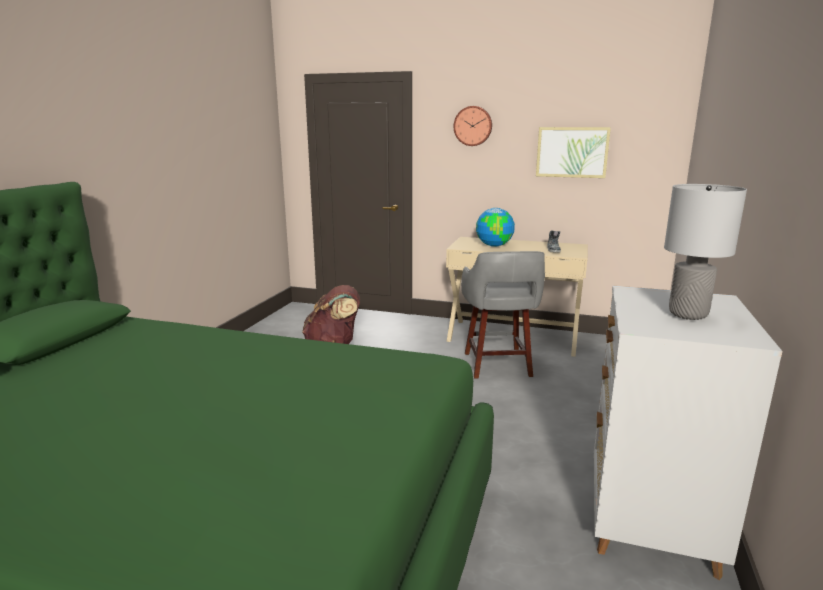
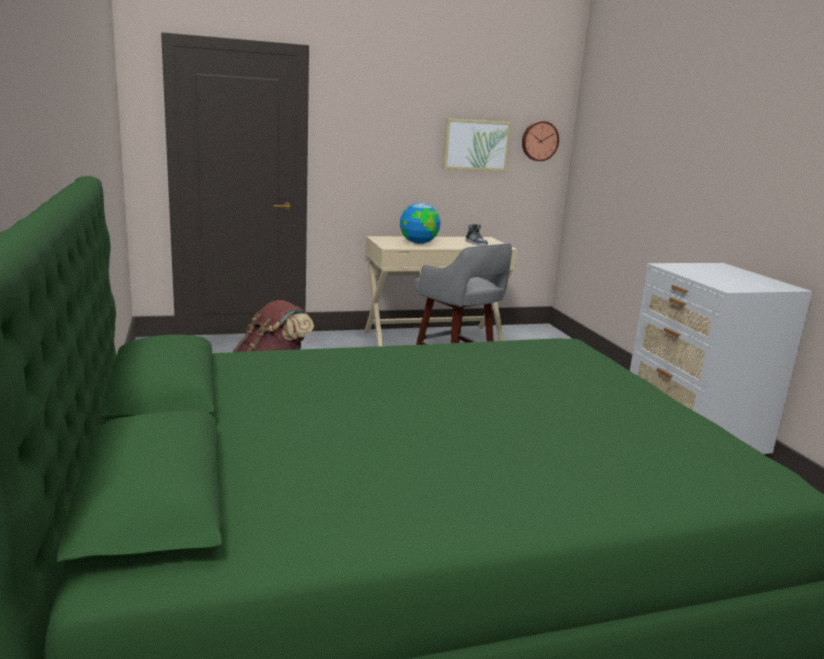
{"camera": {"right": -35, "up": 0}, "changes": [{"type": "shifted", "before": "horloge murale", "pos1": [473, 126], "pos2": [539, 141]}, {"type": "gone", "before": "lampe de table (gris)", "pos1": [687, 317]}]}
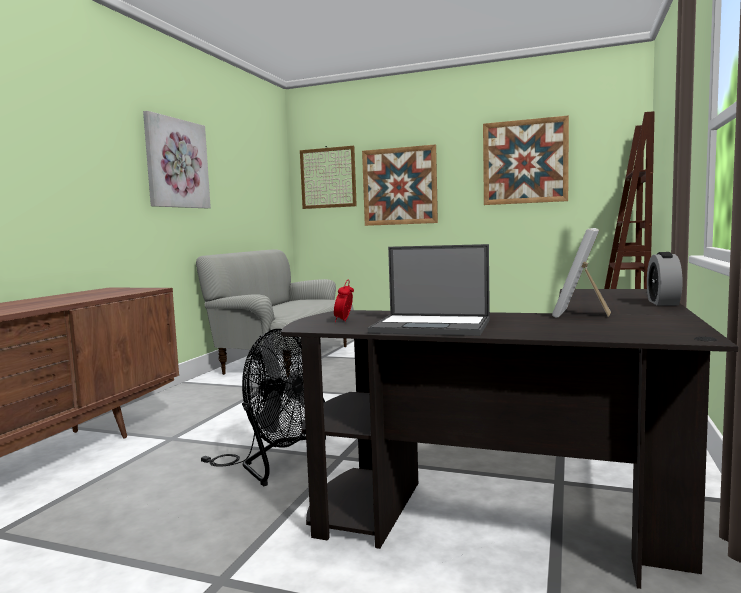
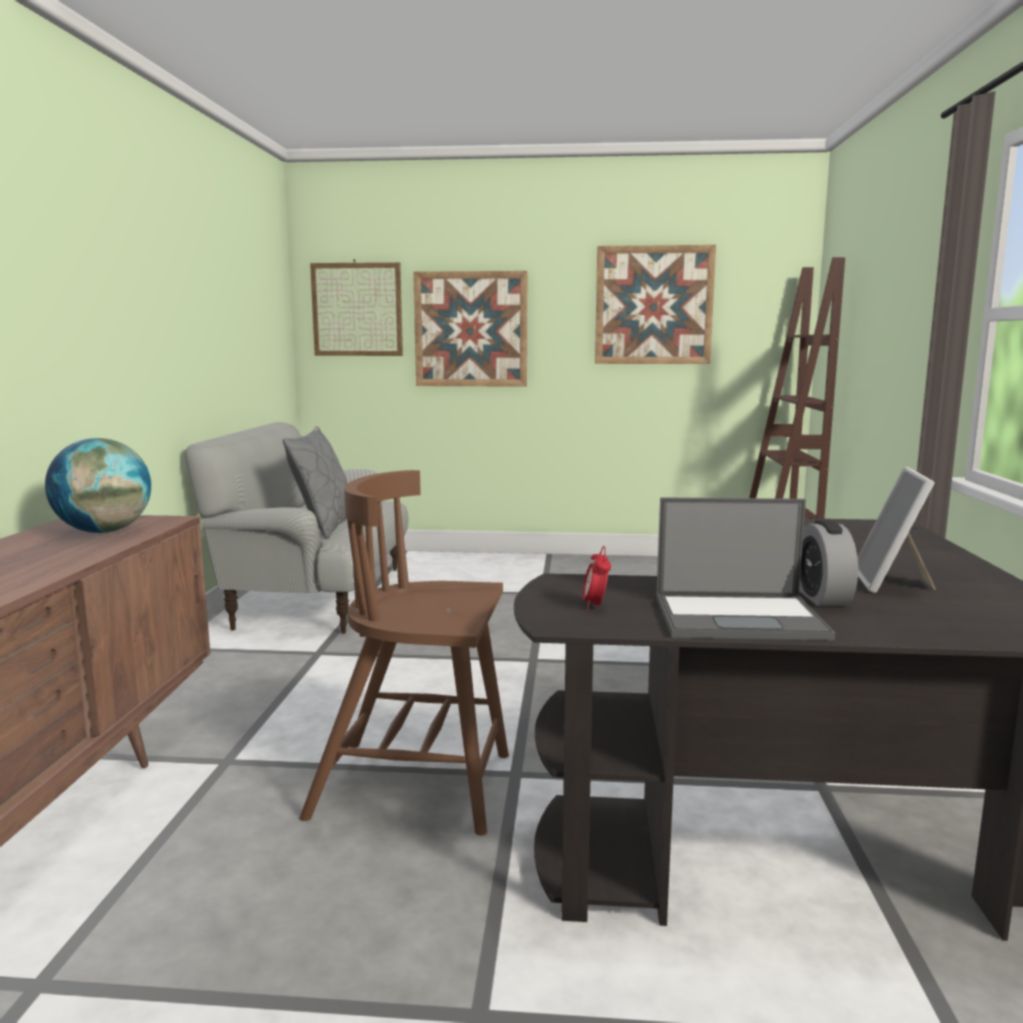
{"camera": {"right": -15, "up": 5}, "changes": [{"type": "gone", "before": "tableau", "pos1": [176, 163]}, {"type": "swapped", "before": "ventilateur (noir)", "after": "chaise (marron)", "pos1": [273, 458], "pos2": [417, 785]}, {"type": "shifted", "before": "réveil", "pos1": [663, 303], "pos2": [822, 597]}, {"type": "new", "after": "globe", "pos2": [104, 531]}, {"type": "new", "after": "coussin (gris)", "pos2": [324, 526]}]}
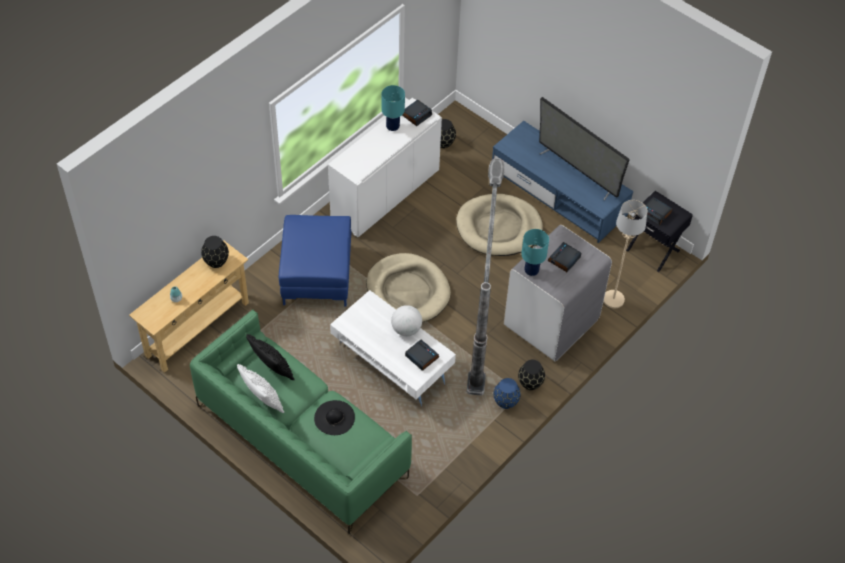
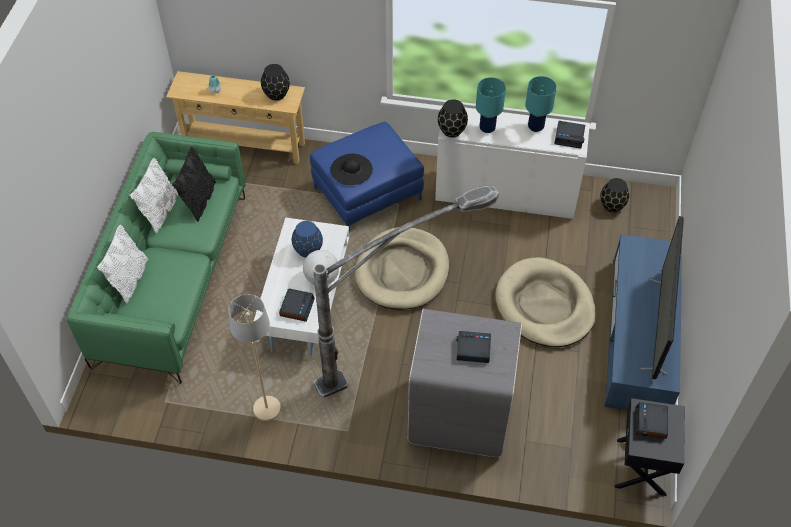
{"camera": {"right": 60, "up": 0}, "changes": [{"type": "shifted", "before": "chapeau (noir)", "pos1": [334, 417], "pos2": [351, 169]}, {"type": "shifted", "before": "vase (bleu)", "pos1": [505, 401], "pos2": [308, 250]}, {"type": "shifted", "before": "vase (noir)", "pos1": [530, 383], "pos2": [452, 131]}, {"type": "shifted", "before": "lampe de table (turquoise)", "pos1": [531, 271], "pos2": [487, 129]}, {"type": "shifted", "before": "lampadaire (beige)", "pos1": [613, 299], "pos2": [266, 409]}, {"type": "new", "after": "coussin (blanc)", "pos2": [130, 279]}]}
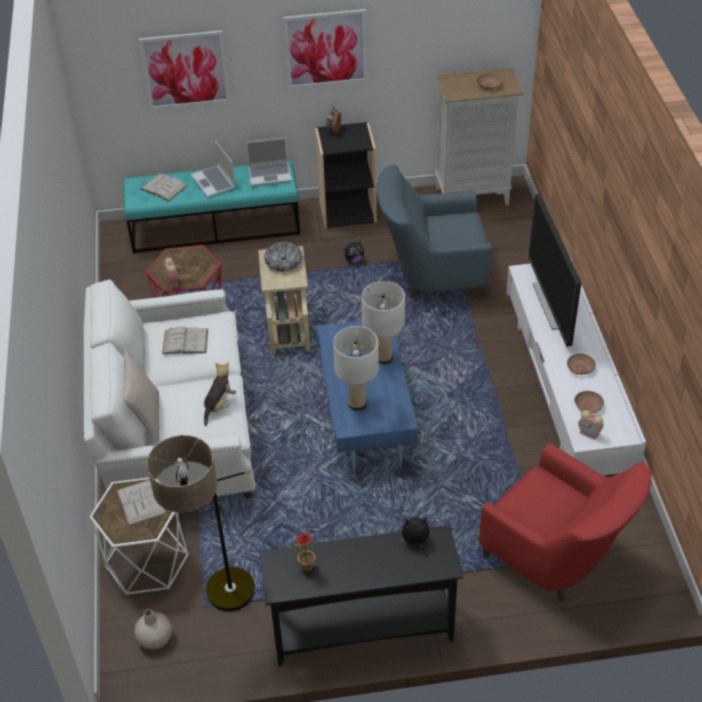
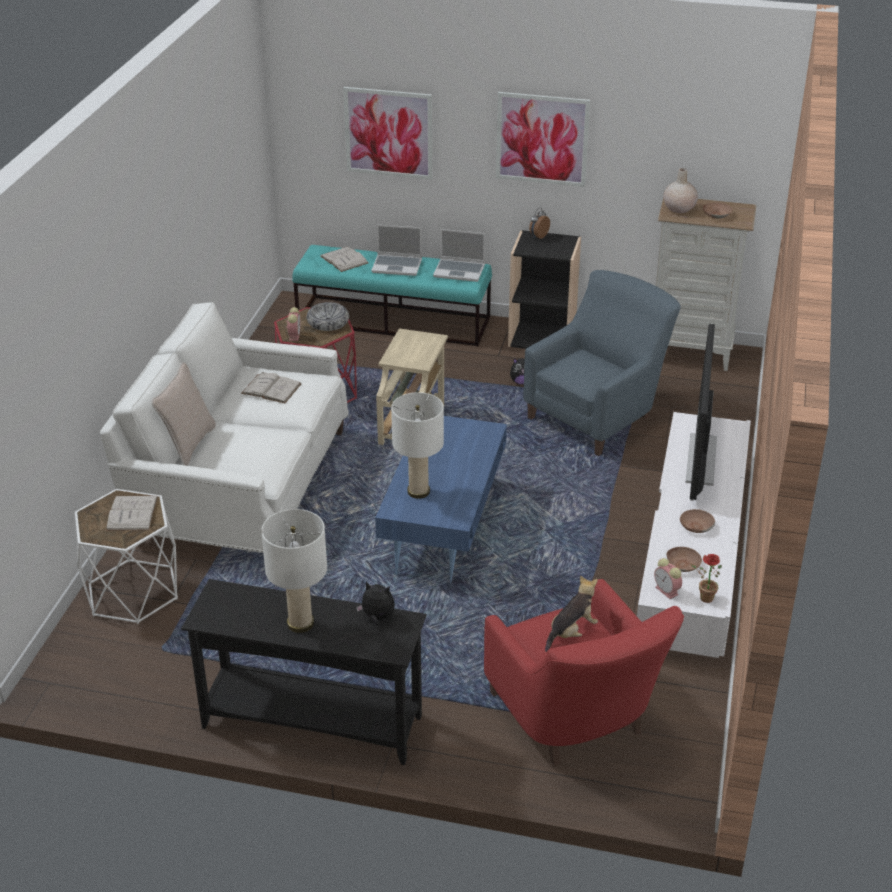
{"camera": {"right": 20, "up": -10}, "changes": [{"type": "shifted", "before": "vase (beige)", "pos1": [155, 638], "pos2": [678, 208]}, {"type": "gone", "before": "lampadaire", "pos1": [219, 605]}, {"type": "rotated", "before": "ordinateur portable", "pos1": [214, 182], "pos2": [397, 266], "turn": -75}, {"type": "shifted", "before": "peluche", "pos1": [219, 405], "pos2": [571, 632]}, {"type": "shifted", "before": "bol", "pos1": [283, 261], "pos2": [328, 322]}, {"type": "shifted", "before": "plante en pot", "pos1": [304, 567], "pos2": [703, 598]}, {"type": "shifted", "before": "lampe de table (blanc)", "pos1": [384, 357], "pos2": [301, 623]}, {"type": "rotated", "before": "fauteuil (bleu)", "pos1": [431, 275], "pos2": [598, 415], "turn": 120}]}
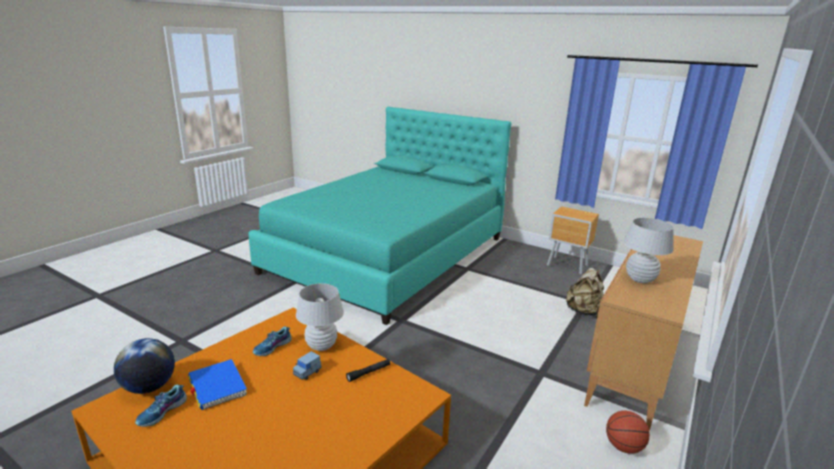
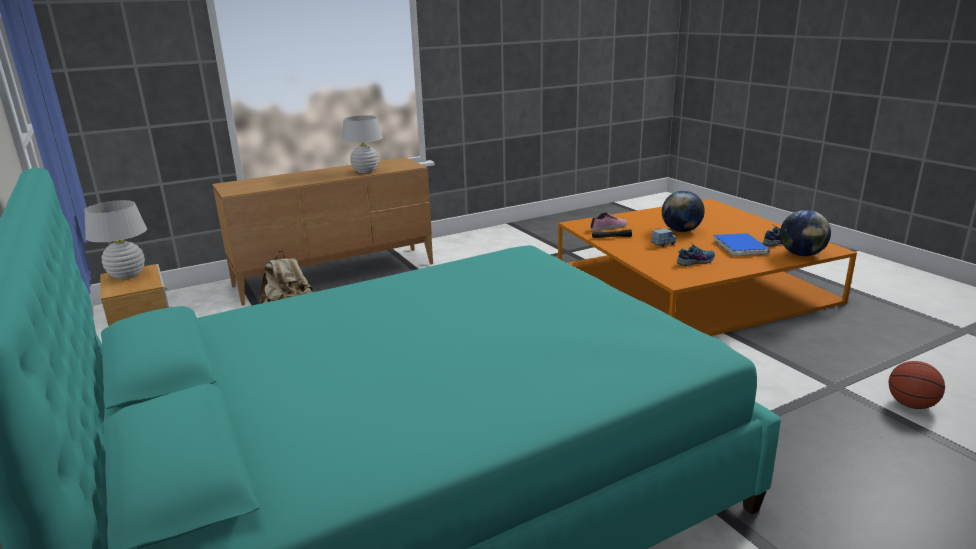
{"camera": {"right": -150, "up": 0}, "changes": [{"type": "shifted", "before": "lampe de table (blanc)", "pos1": [321, 346], "pos2": [127, 275]}, {"type": "shifted", "before": "ballon de basket", "pos1": [623, 447], "pos2": [911, 405]}, {"type": "new", "after": "chaussure", "pos2": [609, 227]}, {"type": "new", "after": "globe", "pos2": [681, 231]}]}
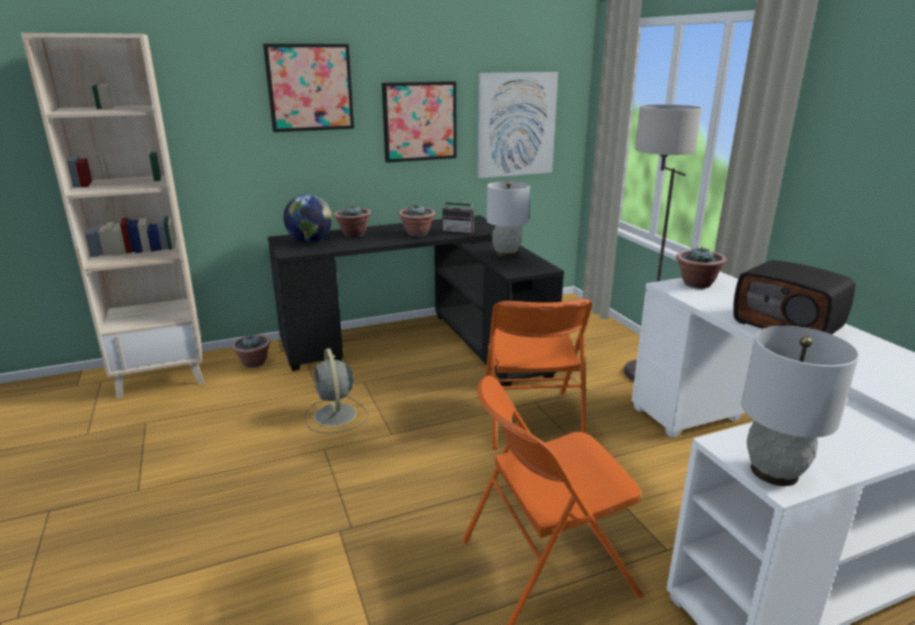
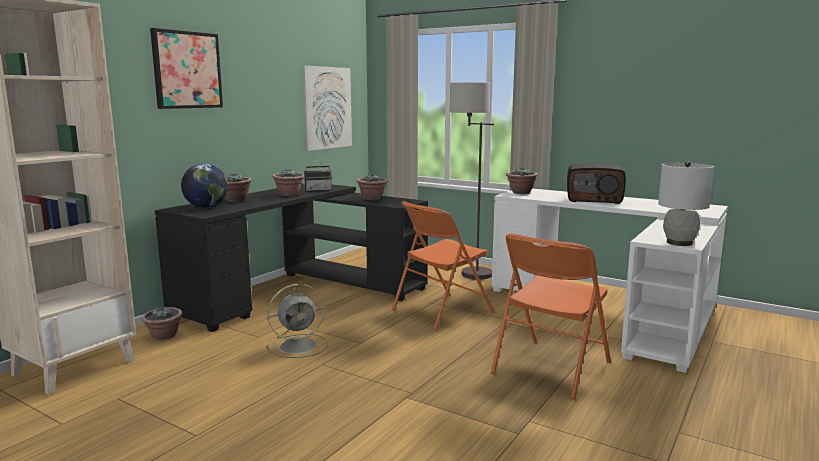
{"camera": {"right": -35, "up": -10}, "changes": [{"type": "rotated", "before": "ventilateur (gris)", "pos1": [335, 416], "pos2": [300, 346], "turn": -60}, {"type": "gone", "before": "tableau", "pos1": [419, 121]}, {"type": "rotated", "before": "chaise (orange)", "pos1": [530, 419], "pos2": [442, 311], "turn": 90}, {"type": "swapped", "before": "lampe de table (blanc)", "after": "plante en pot", "pos1": [506, 254], "pos2": [372, 198]}]}
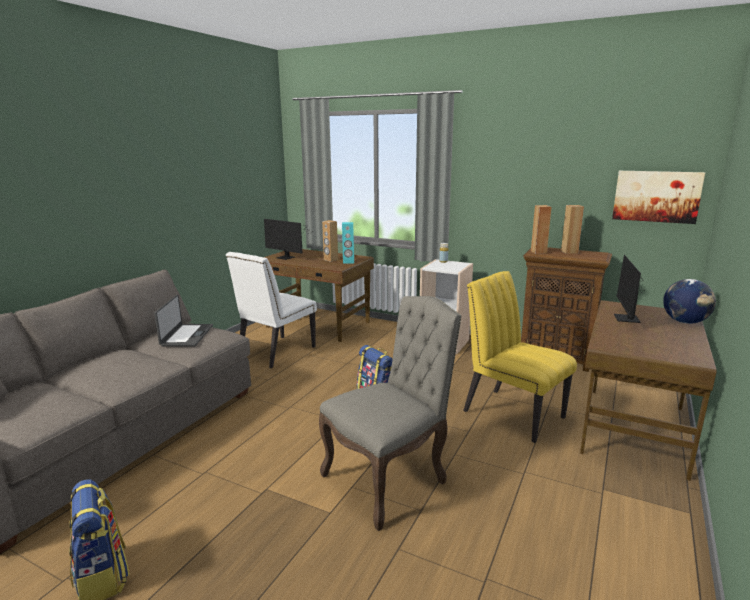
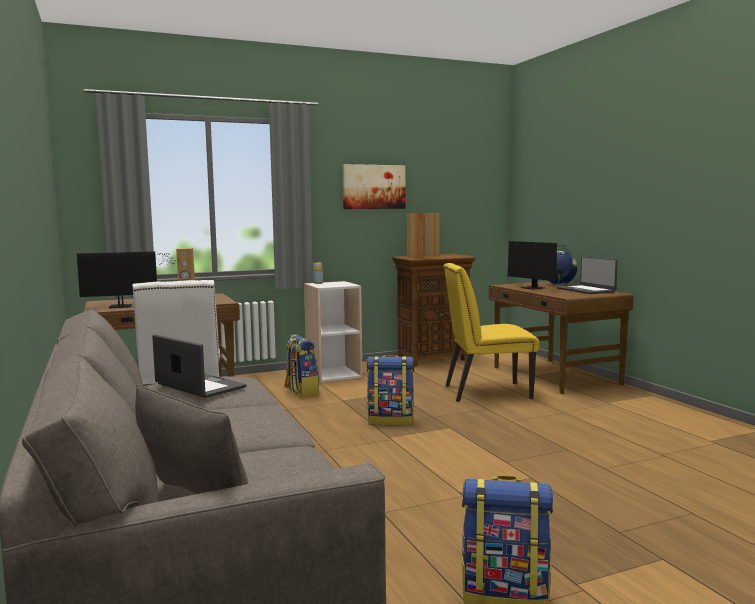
{"camera": {"right": -50, "up": -10}, "changes": [{"type": "gone", "before": "chaise (gris)", "pos1": [388, 480]}, {"type": "gone", "before": "enceinte (turquoise)", "pos1": [348, 262]}, {"type": "shifted", "before": "tableau", "pos1": [656, 196], "pos2": [373, 187]}, {"type": "new", "after": "sac à dos", "pos2": [301, 392]}, {"type": "new", "after": "ordinateur portable", "pos2": [586, 290]}]}
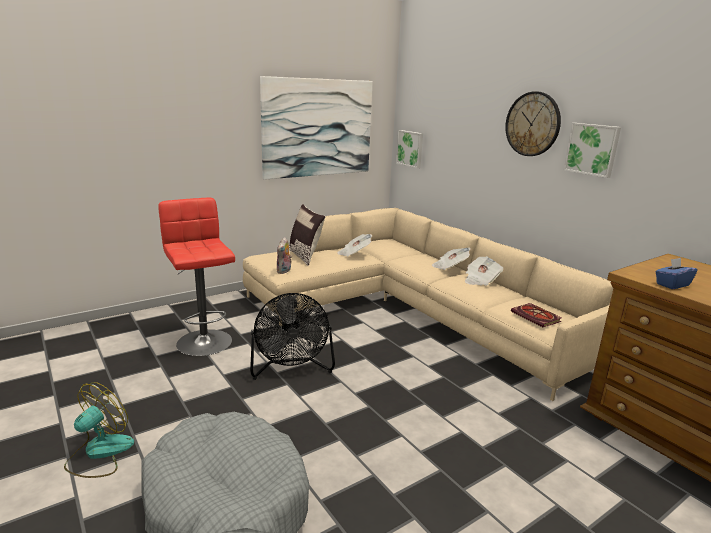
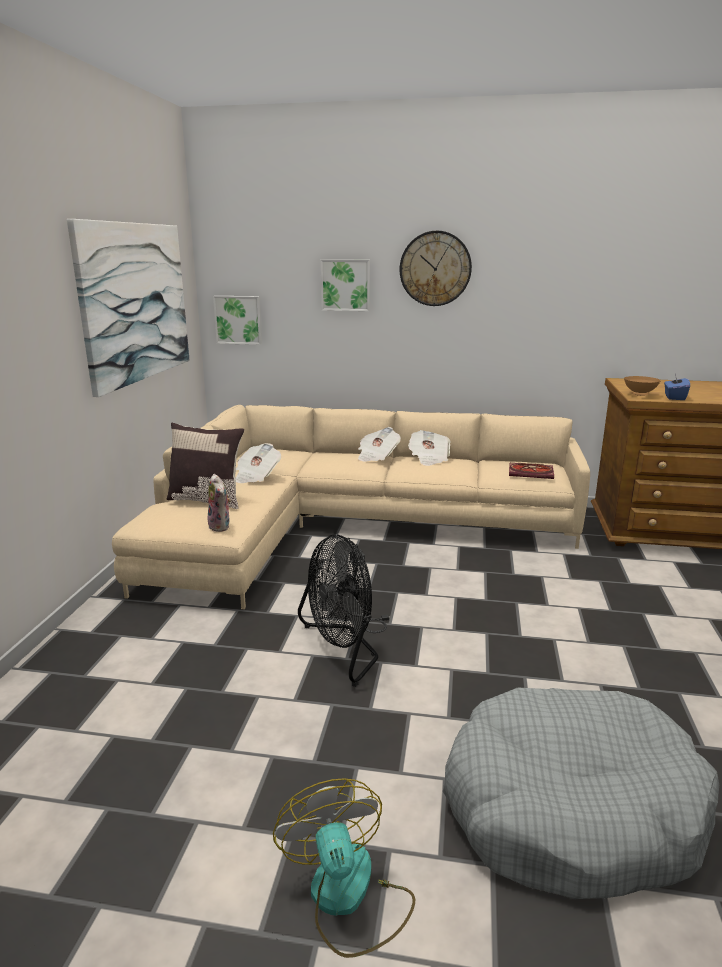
{"camera": {"right": -45, "up": 0}, "changes": [{"type": "gone", "before": "tabouret (rouge)", "pos1": [205, 342]}, {"type": "rotated", "before": "ventilateur (noir)", "pos1": [288, 367], "pos2": [347, 645], "turn": 120}, {"type": "shifted", "before": "tableau", "pos1": [592, 149], "pos2": [346, 285]}, {"type": "new", "after": "bol (marron)", "pos2": [640, 395]}]}
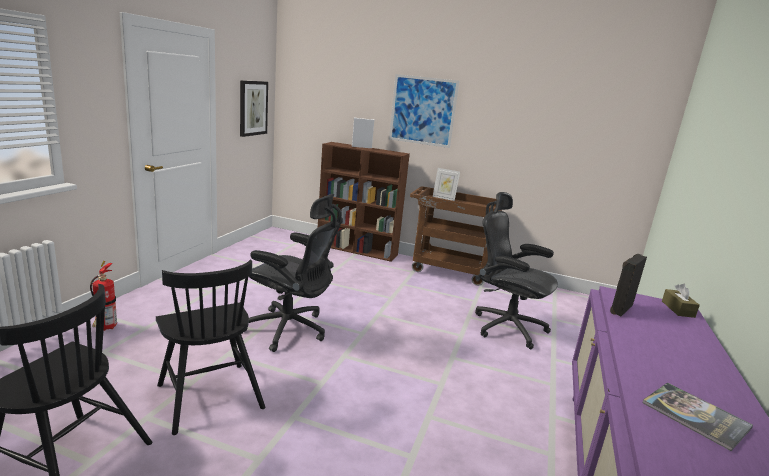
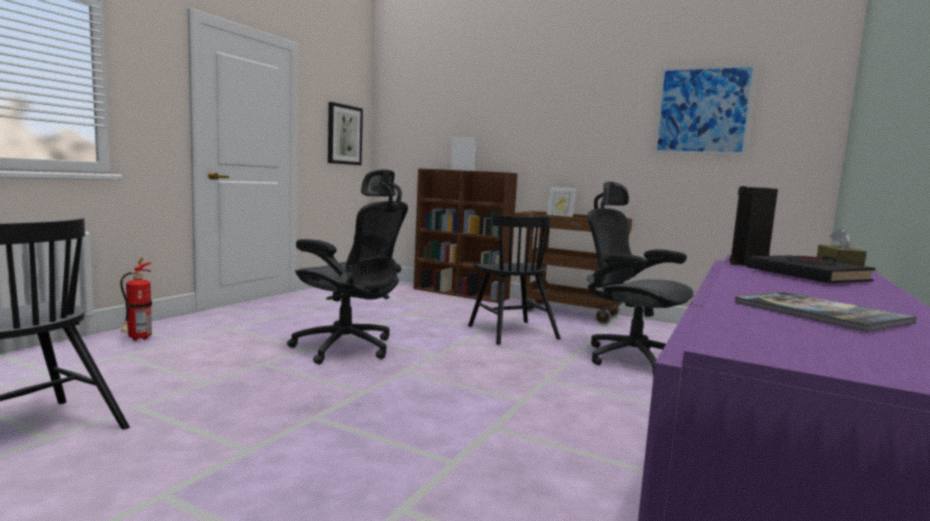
{"camera": {"right": 10, "up": -10}, "changes": [{"type": "shifted", "before": "chaise (noir)", "pos1": [208, 392], "pos2": [510, 331]}, {"type": "shifted", "before": "tableau", "pos1": [423, 111], "pos2": [702, 110]}, {"type": "new", "after": "livre (noir)", "pos2": [807, 276]}]}
